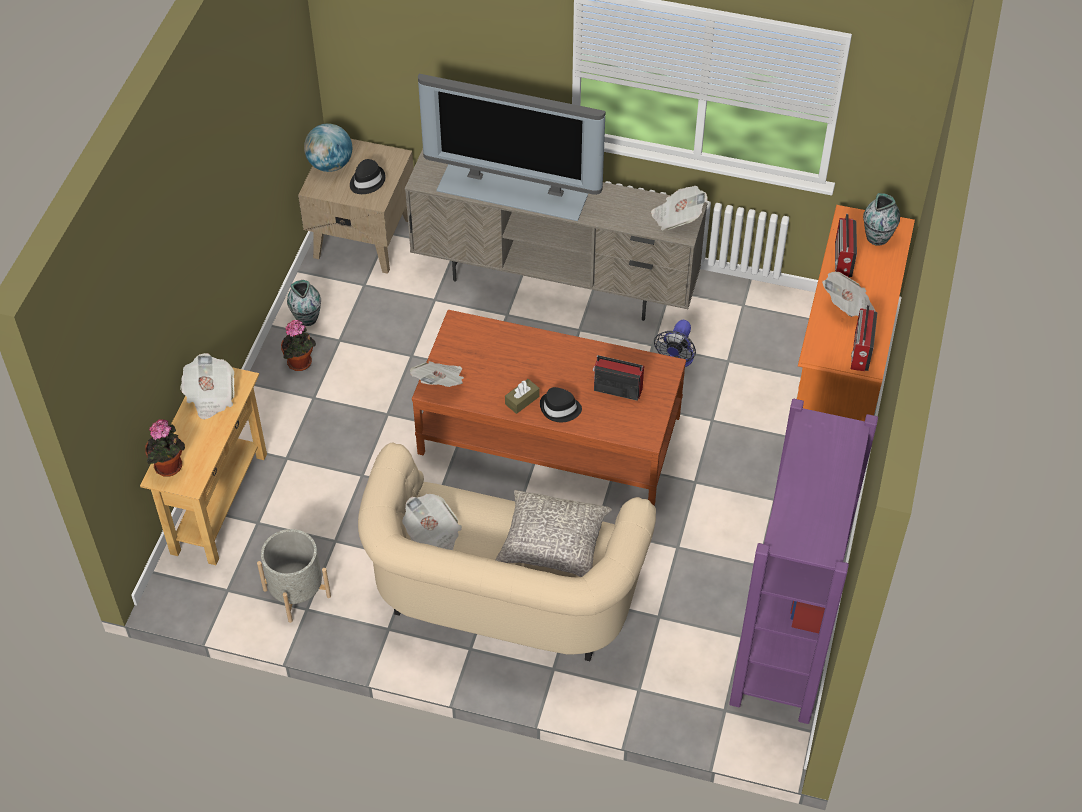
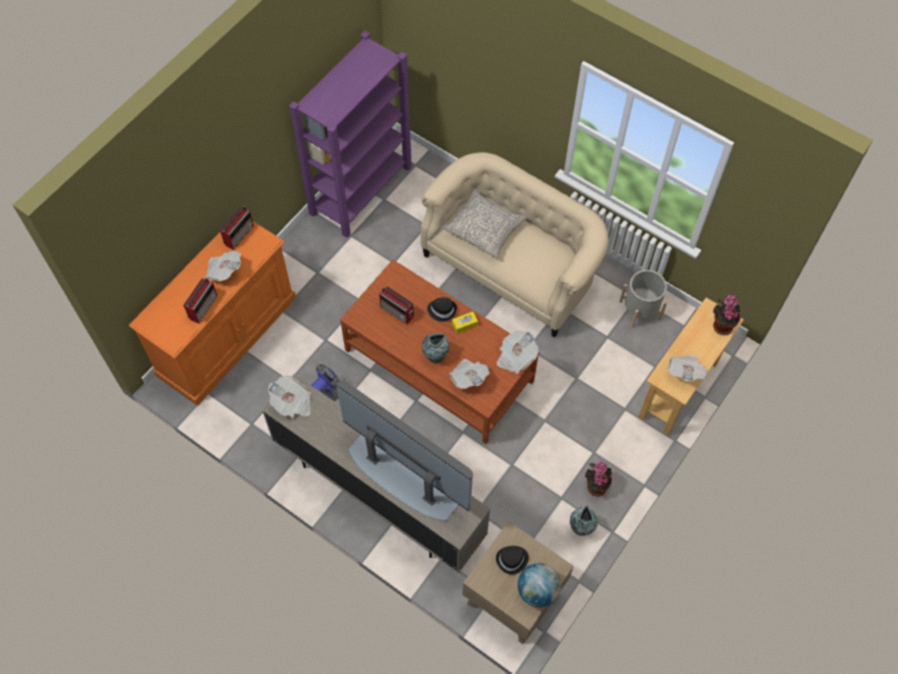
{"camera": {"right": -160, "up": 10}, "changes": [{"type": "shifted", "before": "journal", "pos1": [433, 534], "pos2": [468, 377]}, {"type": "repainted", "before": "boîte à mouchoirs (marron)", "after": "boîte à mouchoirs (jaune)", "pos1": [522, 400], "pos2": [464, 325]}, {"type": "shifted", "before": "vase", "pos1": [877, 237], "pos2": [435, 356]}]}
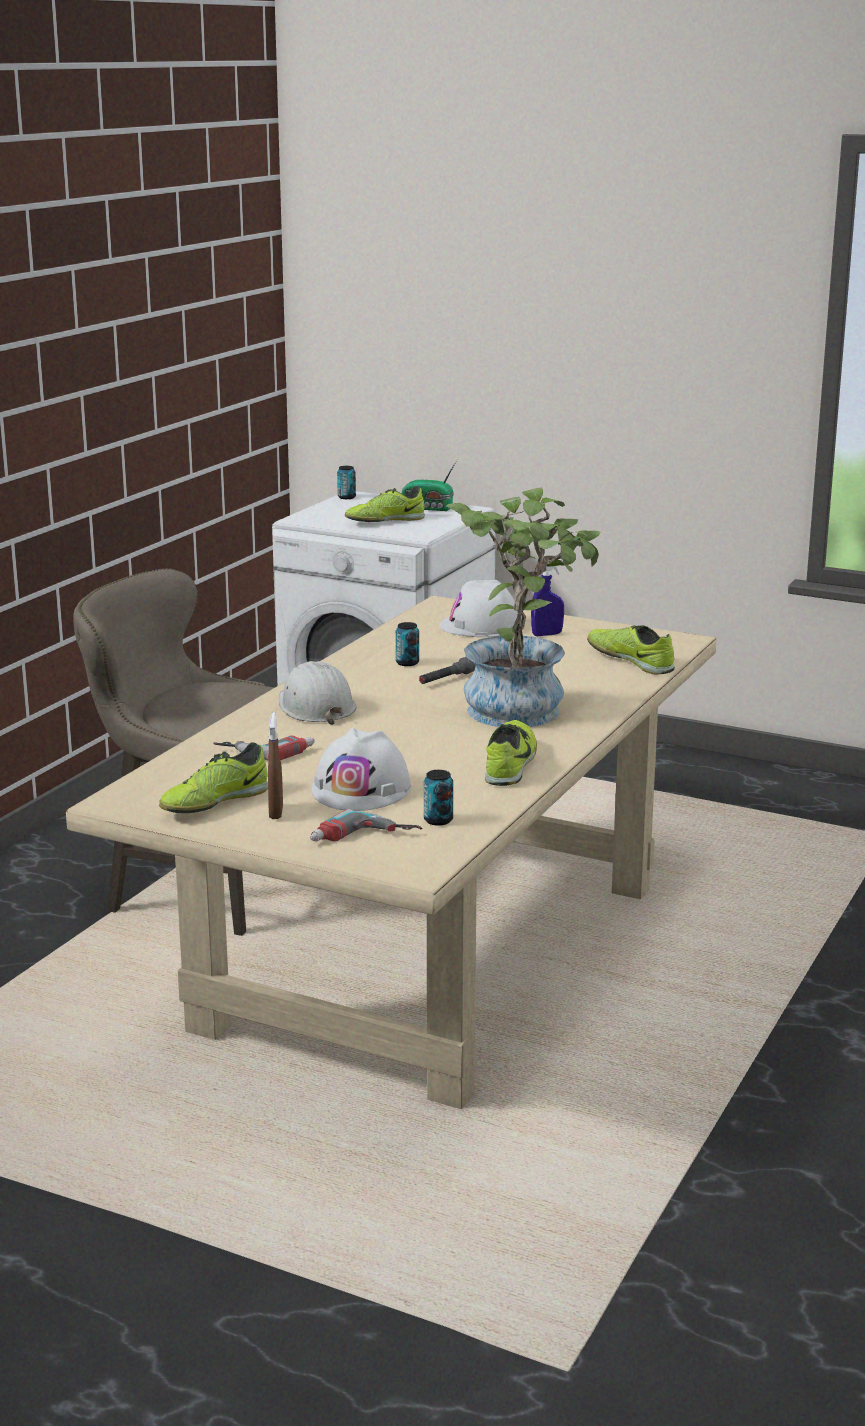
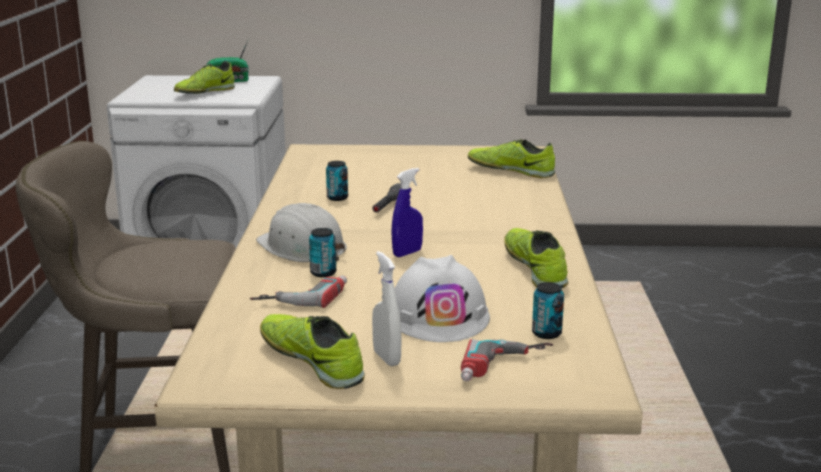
{"camera": {"right": -25, "up": 0}, "changes": [{"type": "rotated", "before": "chaussure", "pos1": [214, 802], "pos2": [312, 361], "turn": 120}, {"type": "repainted", "before": "vaporisateur (marron)", "after": "vaporisateur (blanc)", "pos1": [276, 812], "pos2": [386, 358]}, {"type": "shifted", "before": "boîte métallique", "pos1": [346, 497], "pos2": [323, 273]}, {"type": "gone", "before": "casque de chantier (blanc)", "pos1": [481, 626]}, {"type": "gone", "before": "plante en pot", "pos1": [523, 706]}, {"type": "shifted", "before": "vaporisateur (bleu)", "pos1": [547, 634], "pos2": [407, 253]}]}
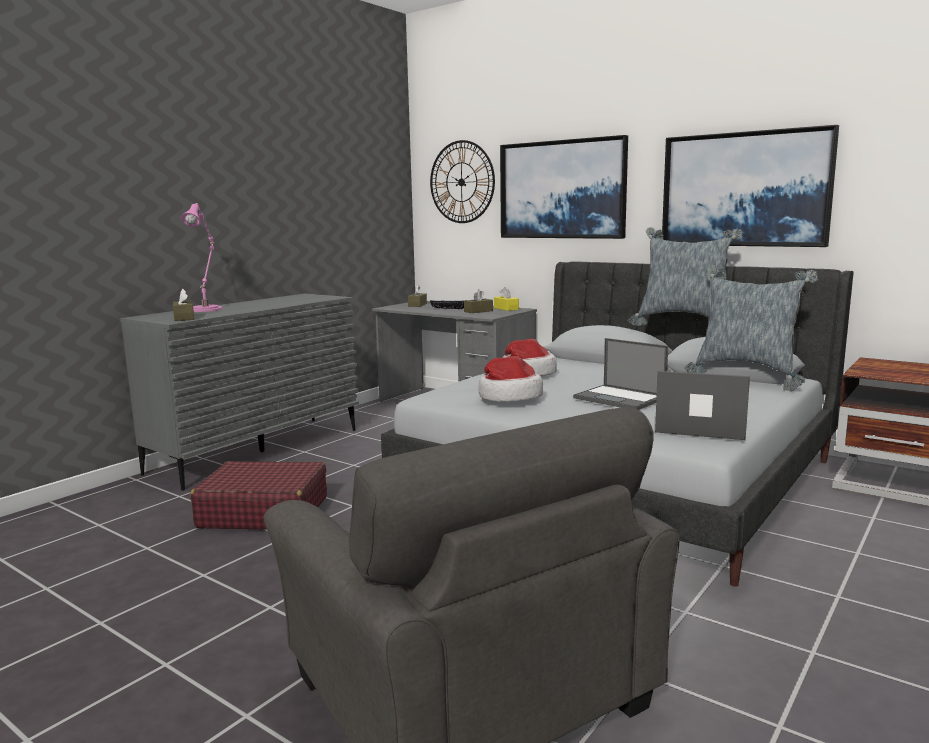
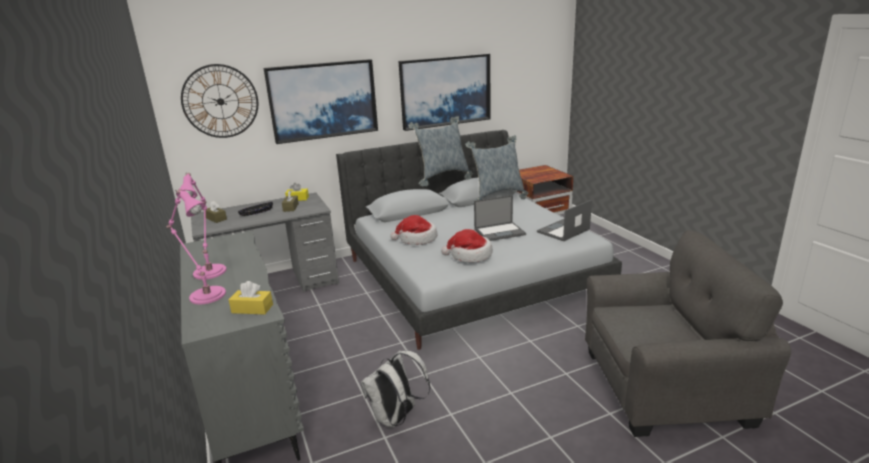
{"camera": {"right": -60, "up": 10}, "changes": [{"type": "repainted", "before": "boîte à mouchoirs (marron)", "after": "boîte à mouchoirs (jaune)", "pos1": [184, 318], "pos2": [252, 309]}, {"type": "swapped", "before": "valise (rouge)", "after": "sac à dos (blanc)", "pos1": [263, 512], "pos2": [396, 418]}, {"type": "new", "after": "lampe de table (rose)", "pos2": [210, 271]}]}
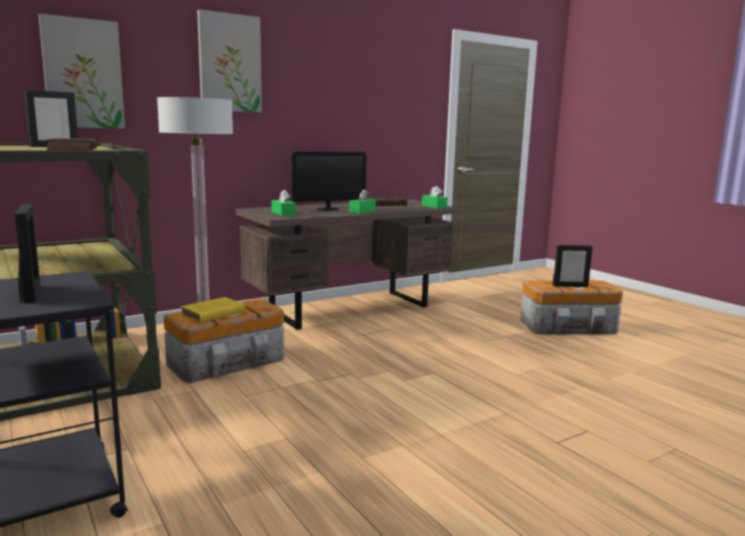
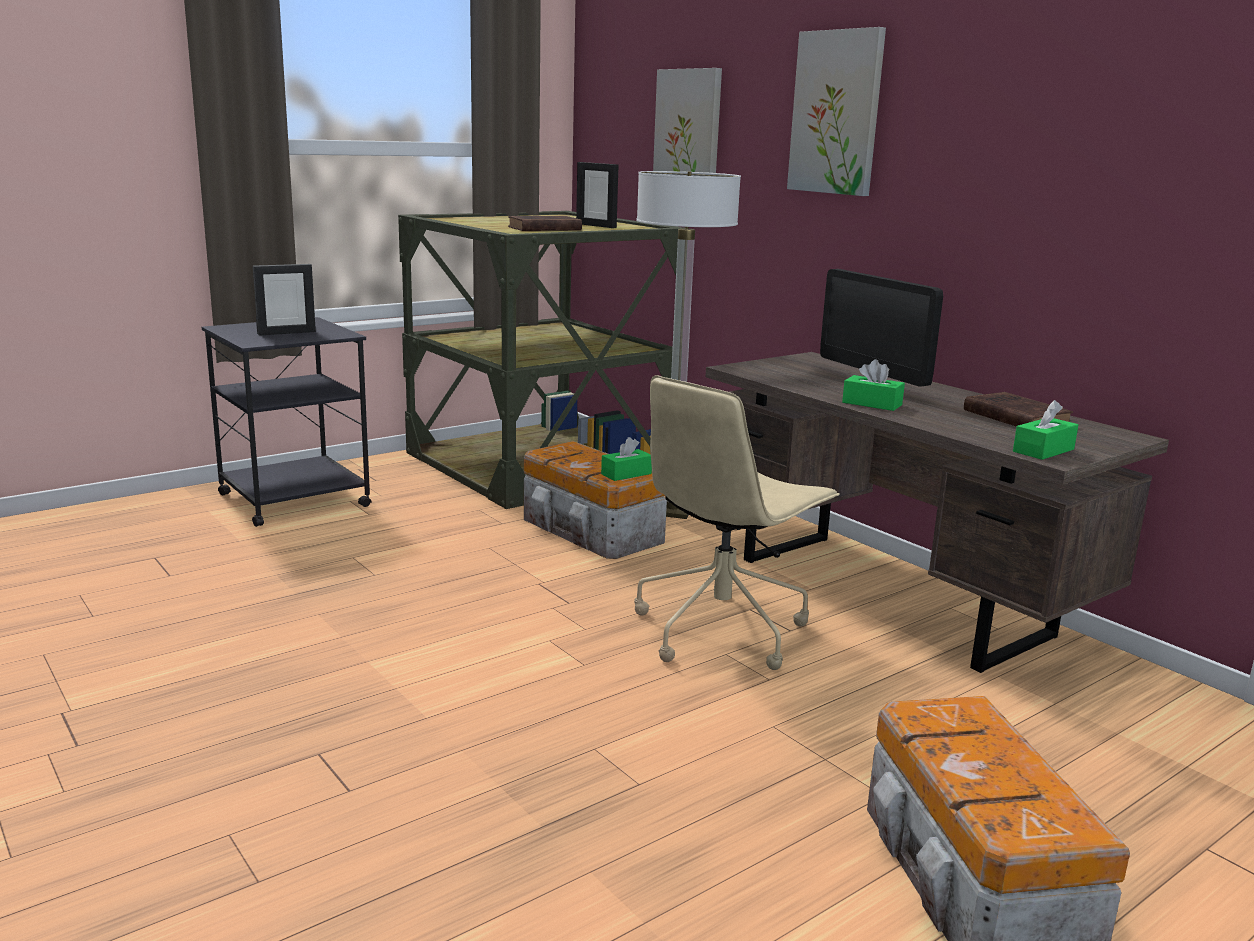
{"camera": {"right": 85, "up": 5}, "changes": [{"type": "gone", "before": "livre (jaune)", "pos1": [211, 314]}, {"type": "shifted", "before": "boîte à mouchoirs (vert)", "pos1": [283, 213], "pos2": [626, 474]}, {"type": "gone", "before": "cadre photo", "pos1": [570, 286]}, {"type": "new", "after": "chaise de bureau (beige)", "pos2": [725, 629]}]}
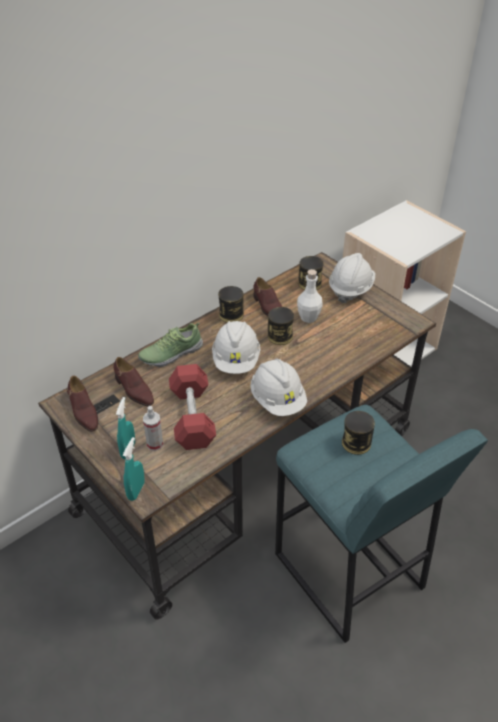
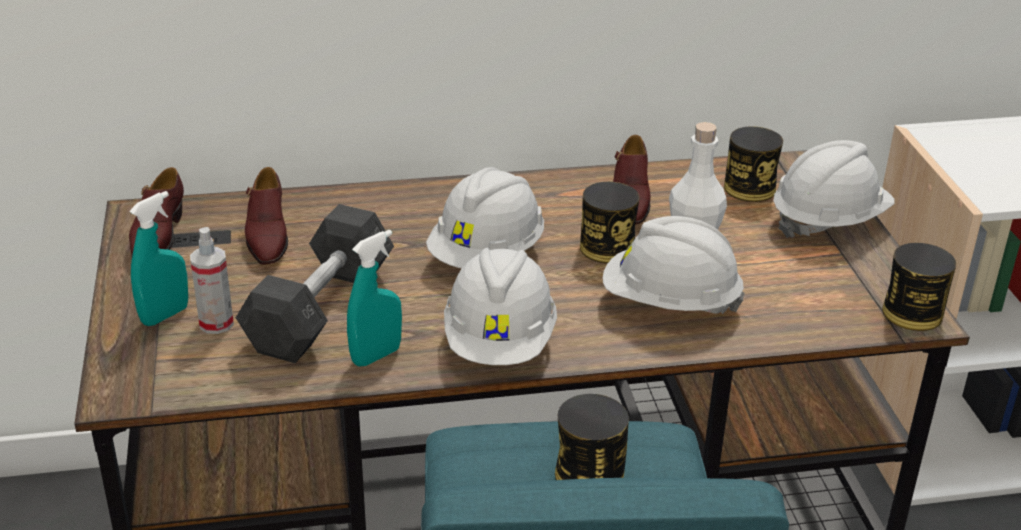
{"camera": {"right": 30, "up": -10}, "changes": [{"type": "shifted", "before": "vaporisateur (turquoise)", "pos1": [136, 491], "pos2": [376, 356]}, {"type": "gone", "before": "chaussure", "pos1": [171, 353]}, {"type": "repainted", "before": "haltère (rouge)", "after": "haltère (gris)", "pos1": [192, 417], "pos2": [320, 309]}, {"type": "shifted", "before": "boîte métallique", "pos1": [231, 315], "pos2": [912, 313]}, {"type": "new", "after": "casque de chantier (blanc)", "pos2": [669, 303]}]}
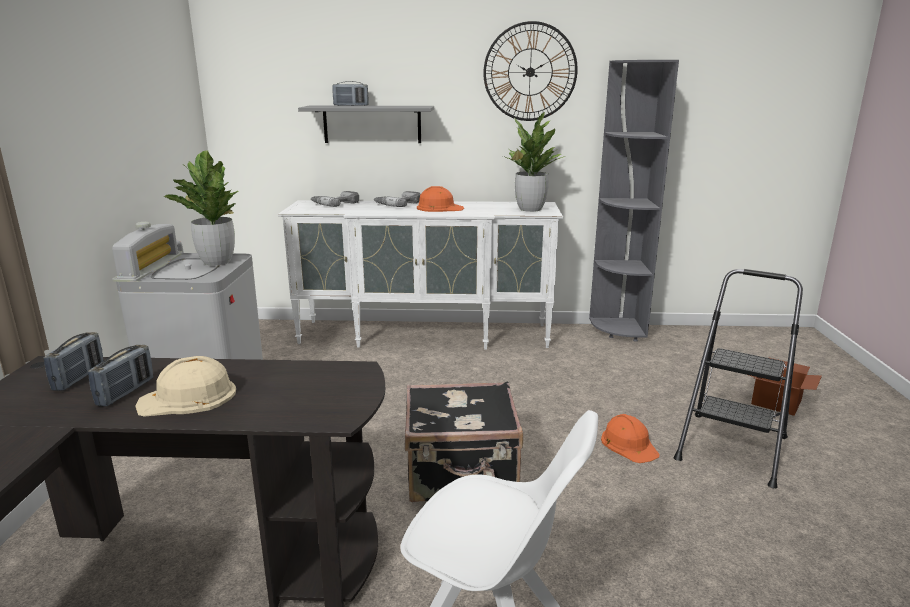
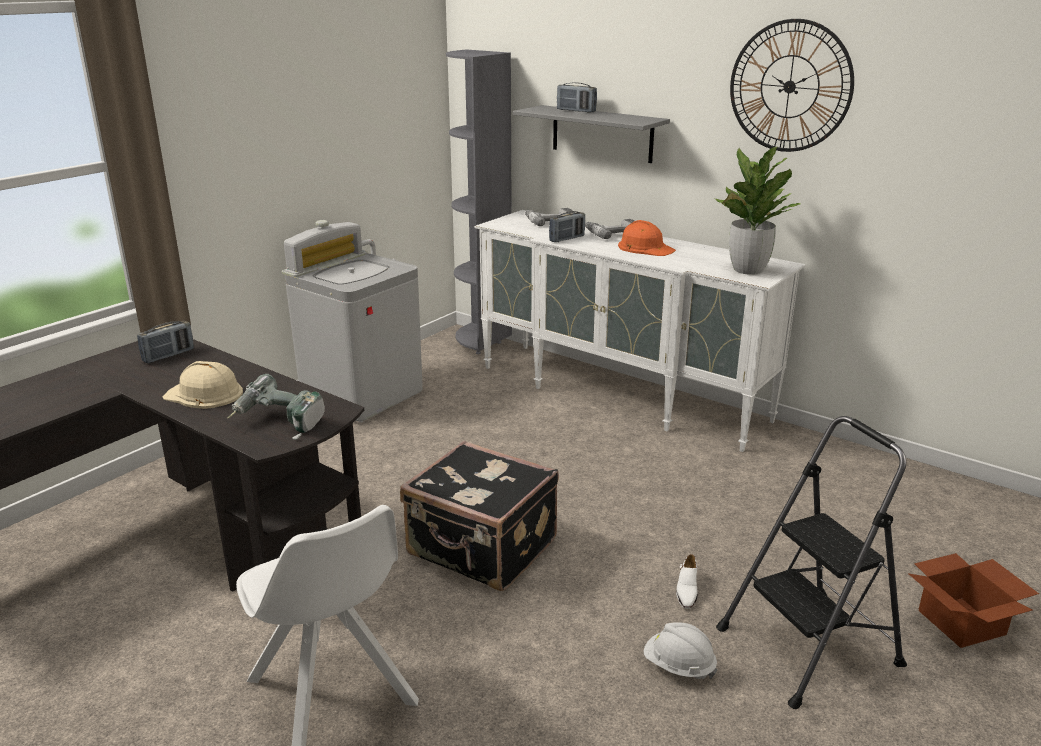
{"camera": {"right": 35, "up": 5}, "changes": [{"type": "shifted", "before": "radio", "pos1": [126, 392], "pos2": [567, 239]}, {"type": "gone", "before": "plante en pot", "pos1": [216, 262]}, {"type": "shifted", "before": "bibliothèque (gris)", "pos1": [618, 333], "pos2": [478, 343]}, {"type": "swapped", "before": "casque de chantier (orange)", "after": "chaussure (blanc)", "pos1": [629, 444], "pos2": [686, 590]}, {"type": "new", "after": "perceuse", "pos2": [278, 423]}, {"type": "new", "after": "casque de chantier (blanc)", "pos2": [678, 666]}]}
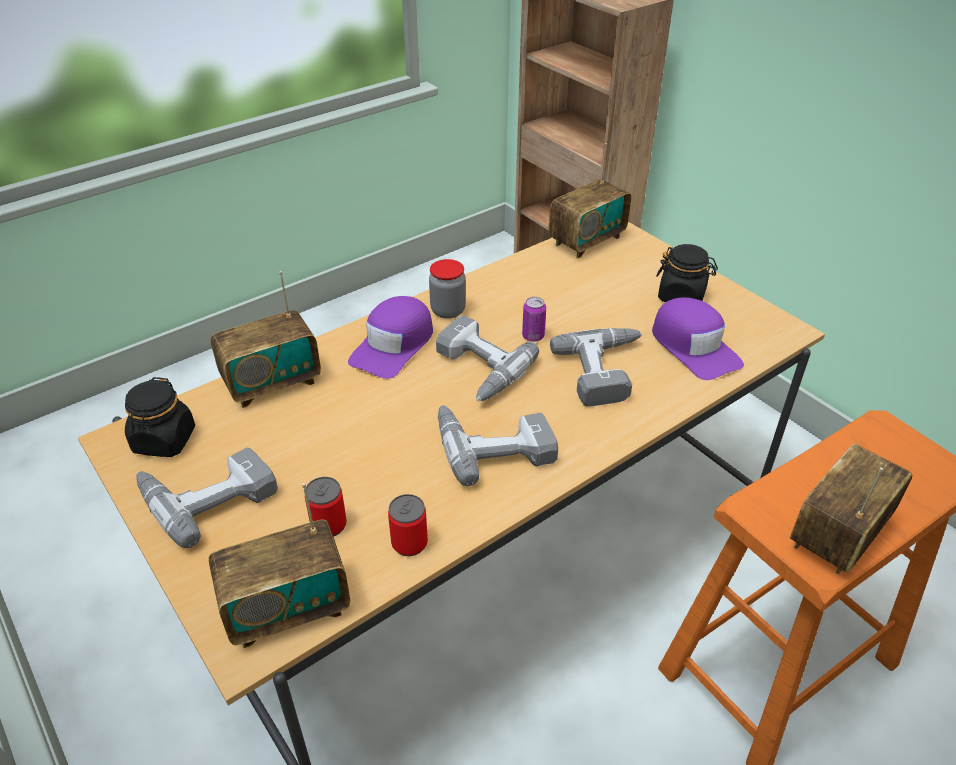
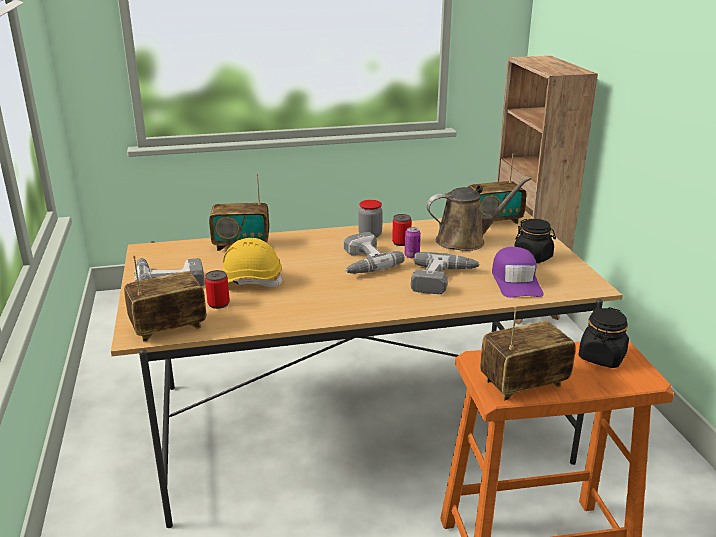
{"camera": {"right": 25, "up": -15}, "changes": [{"type": "shifted", "before": "bocal (noir)", "pos1": [164, 440], "pos2": [601, 357]}, {"type": "rotated", "before": "radio", "pos1": [287, 609], "pos2": [168, 328], "turn": 150}, {"type": "gone", "before": "casquette (violet)", "pos1": [393, 345]}, {"type": "shifted", "before": "boîte métallique", "pos1": [409, 543], "pos2": [401, 242]}, {"type": "gone", "before": "perceuse", "pos1": [493, 444]}, {"type": "new", "after": "casque de chantier (jaune)", "pos2": [248, 282]}, {"type": "new", "after": "arrosoir (marron)", "pos2": [465, 240]}]}
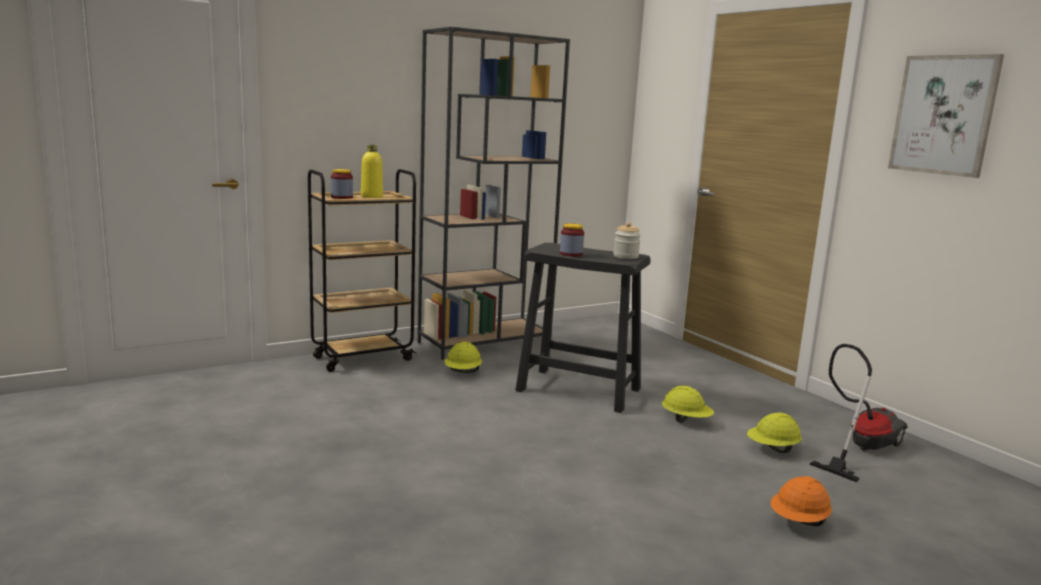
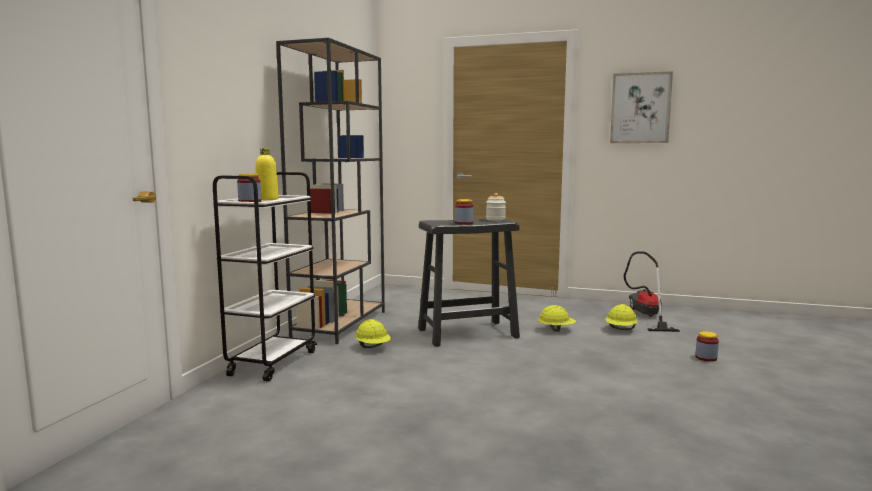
{"camera": {"right": -40, "up": -5}, "changes": [{"type": "repainted", "before": "chariot (marron)", "after": "chariot (blanc)", "pos1": [363, 358], "pos2": [272, 363]}, {"type": "swapped", "before": "casque de chantier (orange)", "after": "bocal", "pos1": [798, 522], "pos2": [706, 358]}]}
